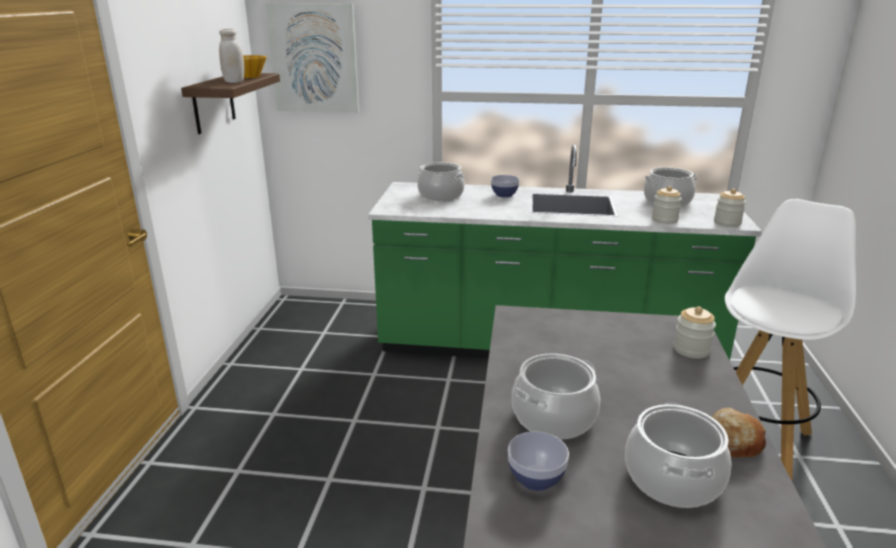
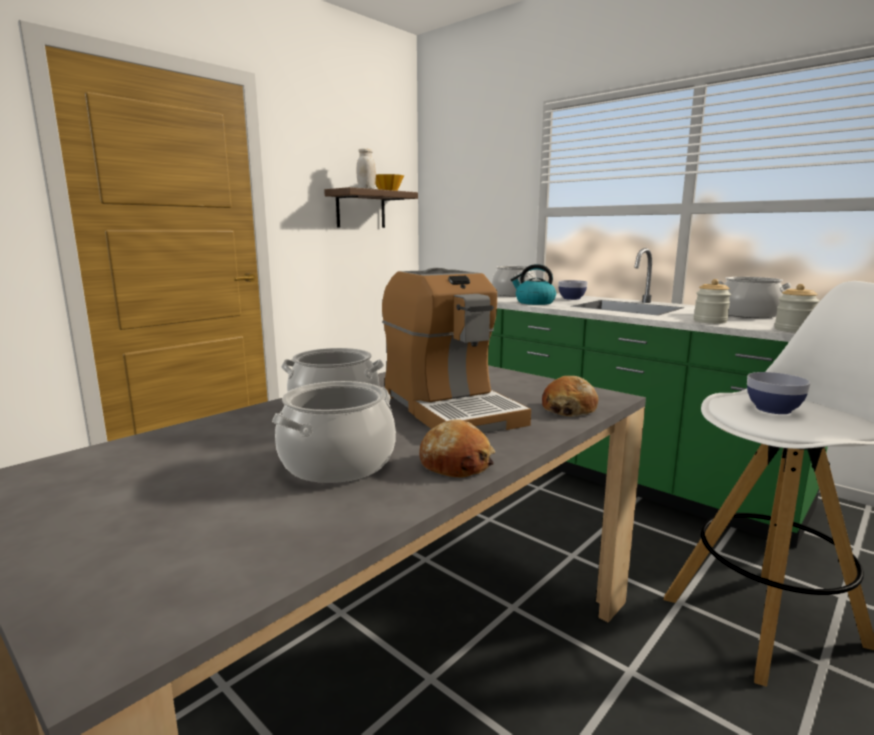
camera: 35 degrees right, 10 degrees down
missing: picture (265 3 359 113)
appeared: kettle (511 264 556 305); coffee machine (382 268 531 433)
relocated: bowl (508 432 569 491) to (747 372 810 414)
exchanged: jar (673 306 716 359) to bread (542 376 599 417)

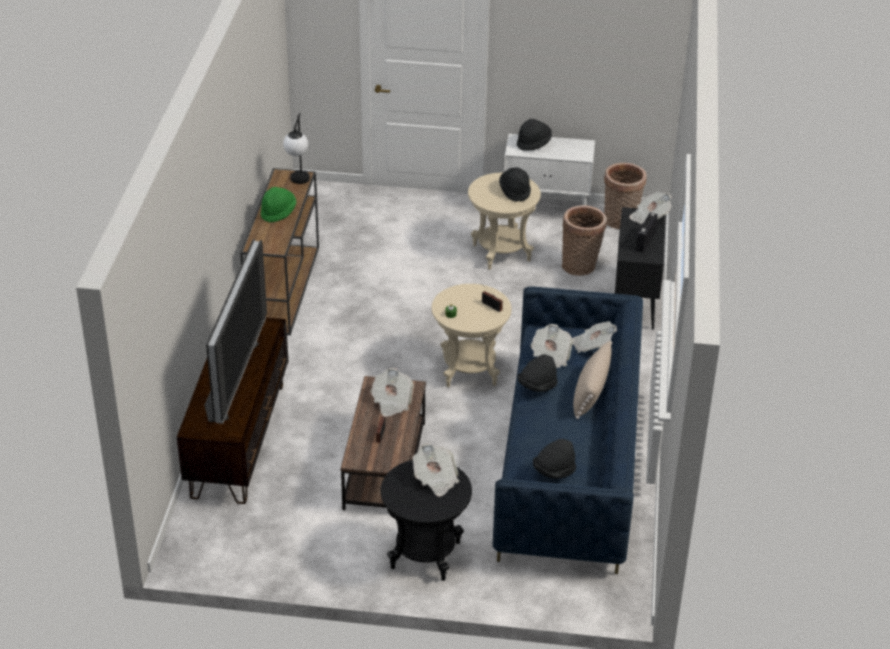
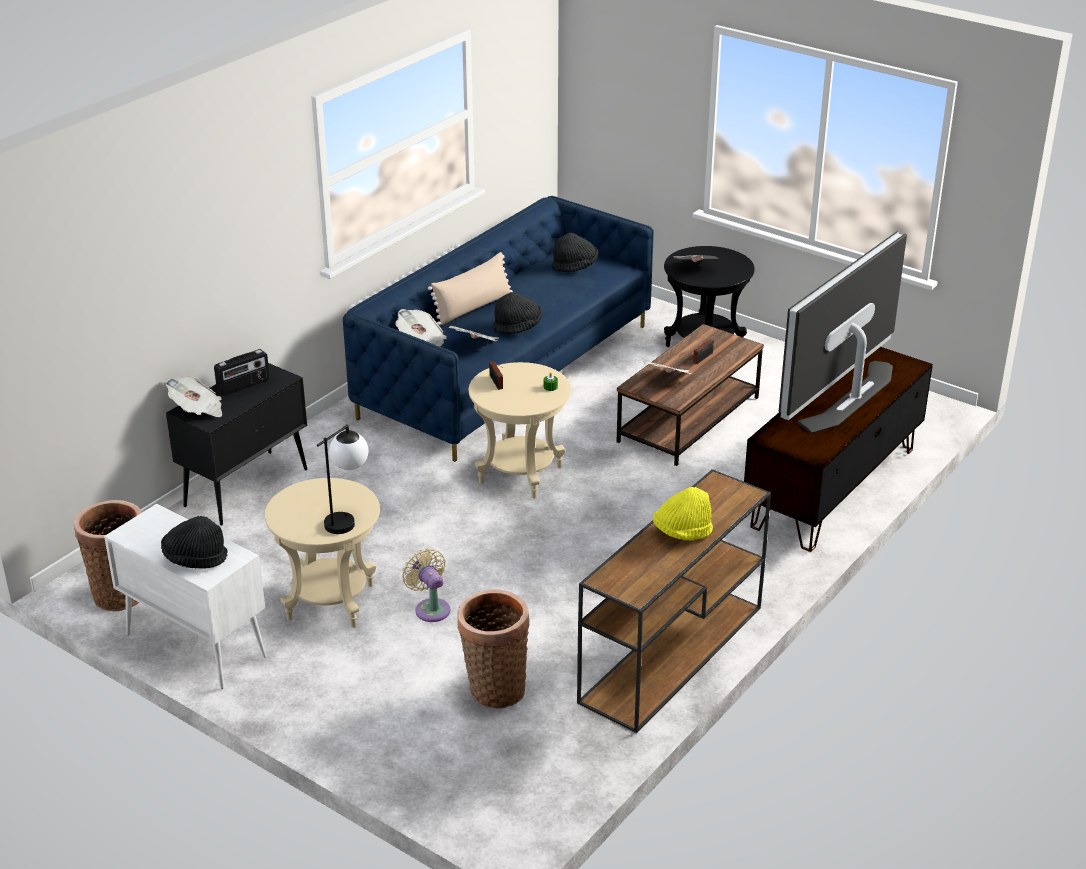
camera: 150 degrees left, 5 degrees down
missing: black hat (499 167 531 201)
appeared: beige fan (402 549 450 622)
relocated: table lamp (283 113 310 184) to (317 424 368 534); basket (562 205 607 276) to (457 589 529 708)
colour: green hat (261 187 296 223) to yellow hat (653 487 713 540)

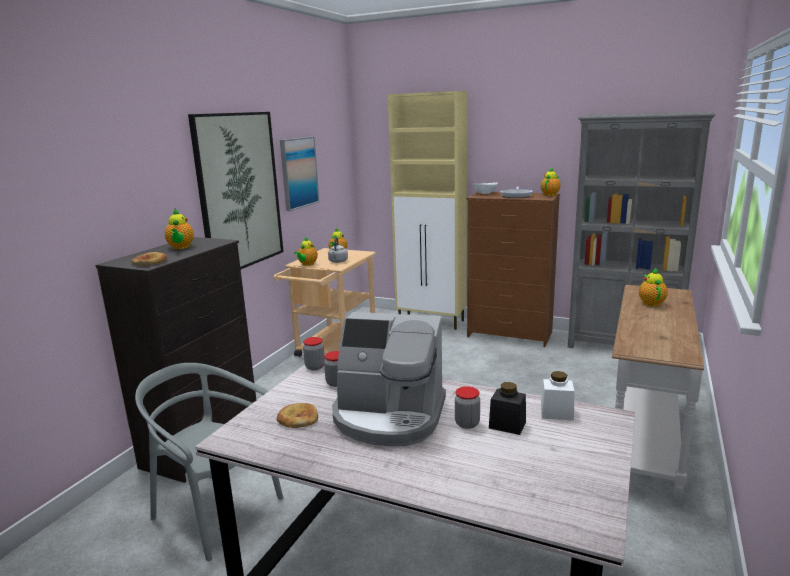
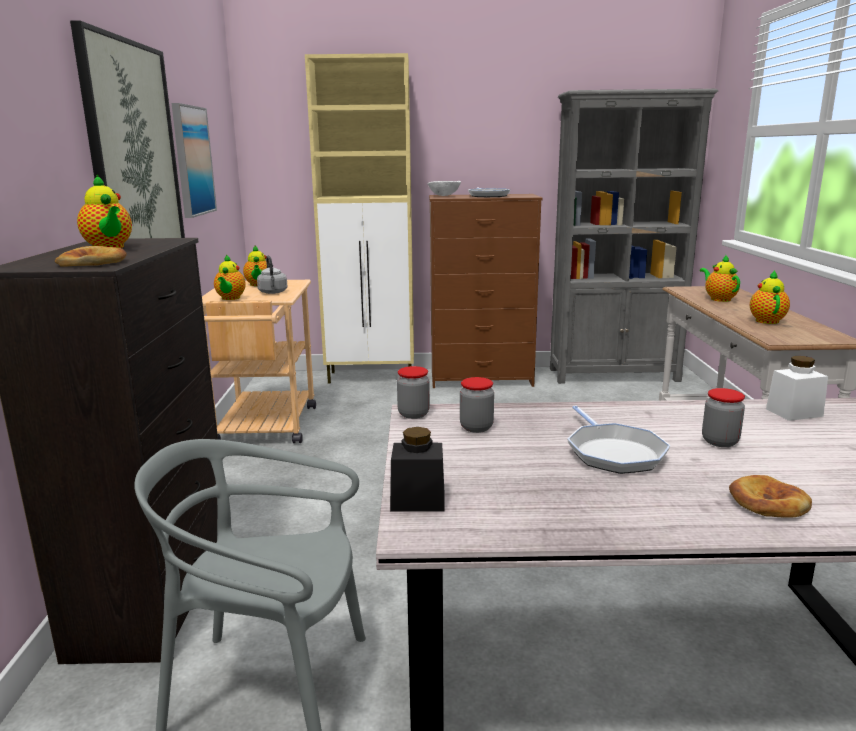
camera: 25 degrees left, 0 degrees up
relocated: teapot (540 167 561 196) to (750 270 790 324); black jar (489 382 526 435) to (390 427 444 512); bread (276 403 318 428) to (729 475 812 518)
exchanged: coffee machine (332 312 446 446) to frying pan (567 405 670 474)

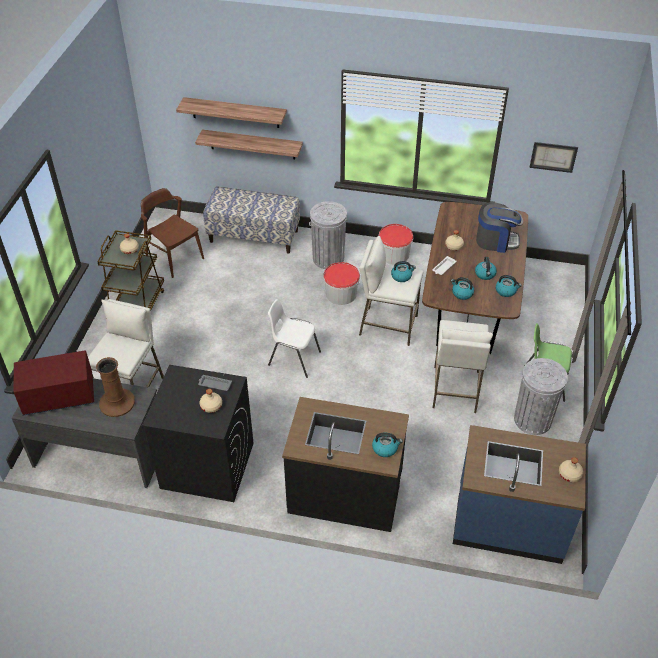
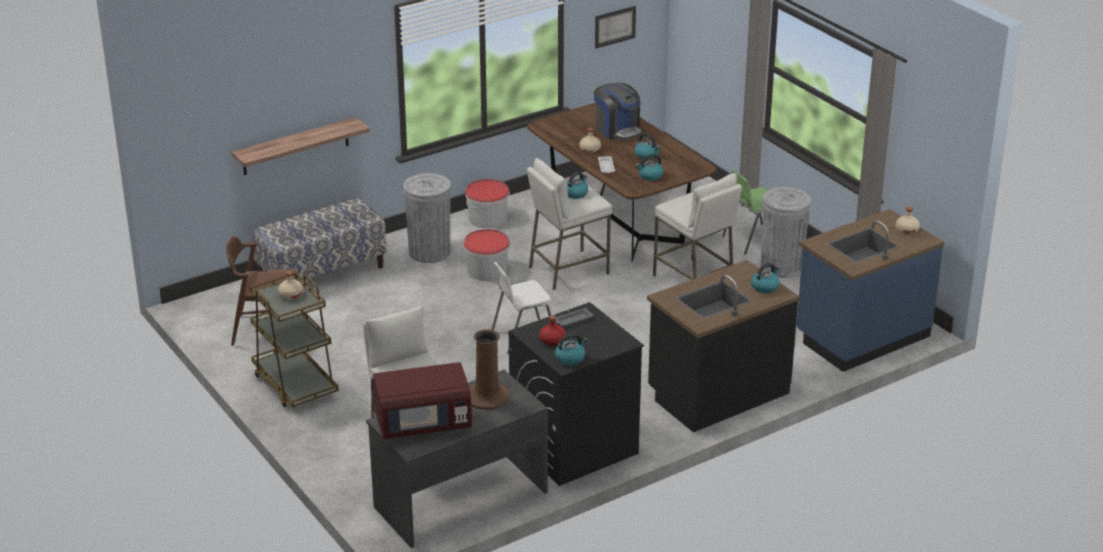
camera: 45 degrees left, 15 degrees down
missing: shelf (176 97 287 128); beige bottle (200 389 222 413)
appeared: red bottle (539 315 566 346)
relocated: kettle (495 275 522 297) to (555 333 588 365)
spun: coffee machine (476 202 523 253) = (594 83 643 141) 90 degrees clockwise; red microwave (13 350 94 416) = (373 362 472 439) 135 degrees counterclockwise

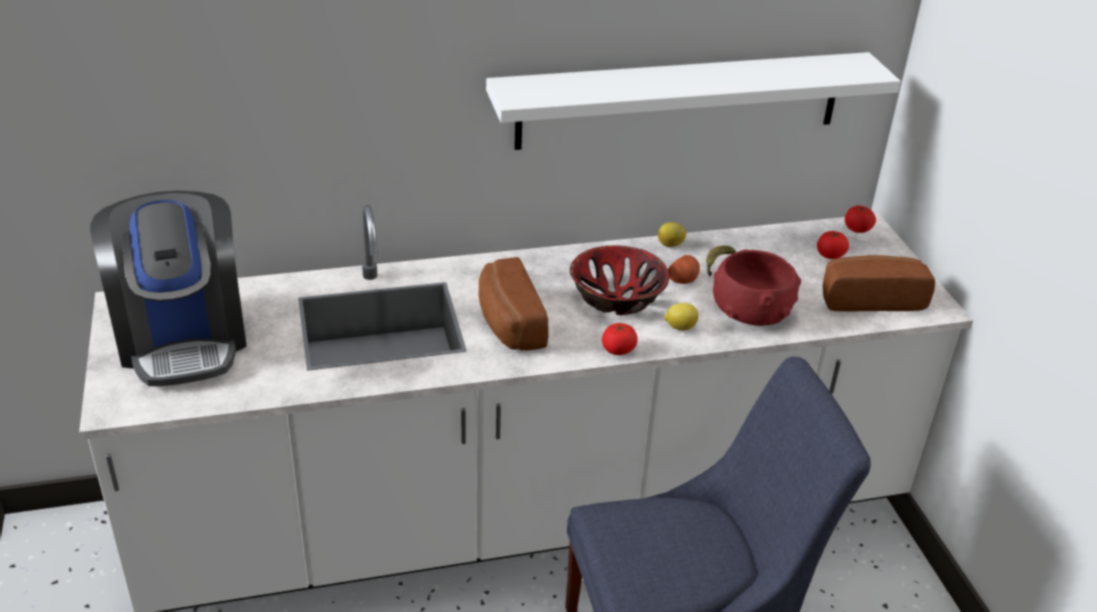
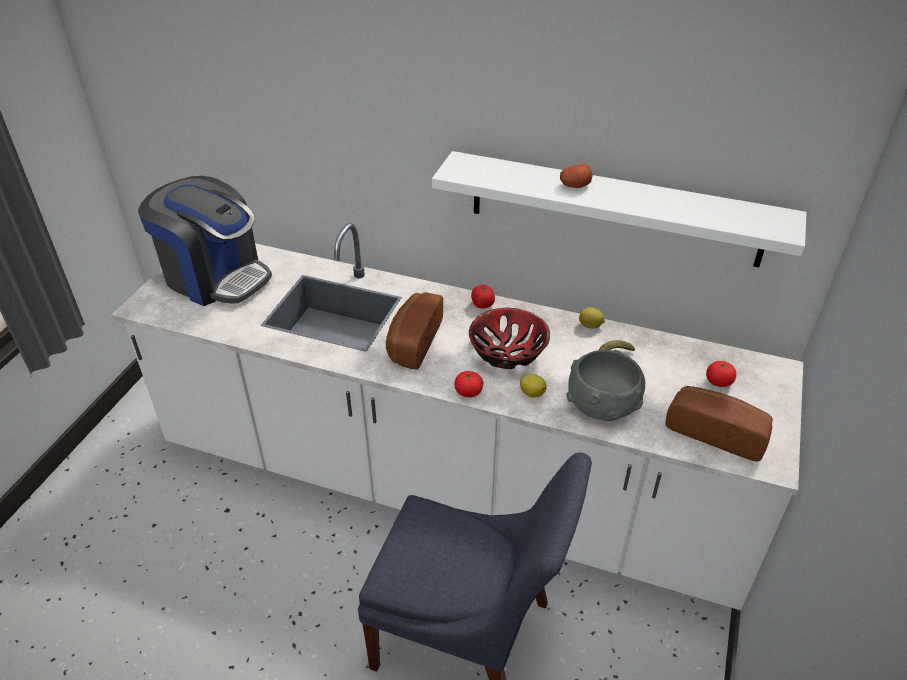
camera: 35 degrees right, 5 degrees up
relocated: tomato (845 205 876 233) to (471 284 495 308); potato (668 255 700 284) to (560 164 593 188)
colour: red bowl (713 249 801 326) to grey bowl (566 350 645 421)
spun: coffee machine (90 191 247 386) = (138 176 272 306) 75 degrees counterclockwise

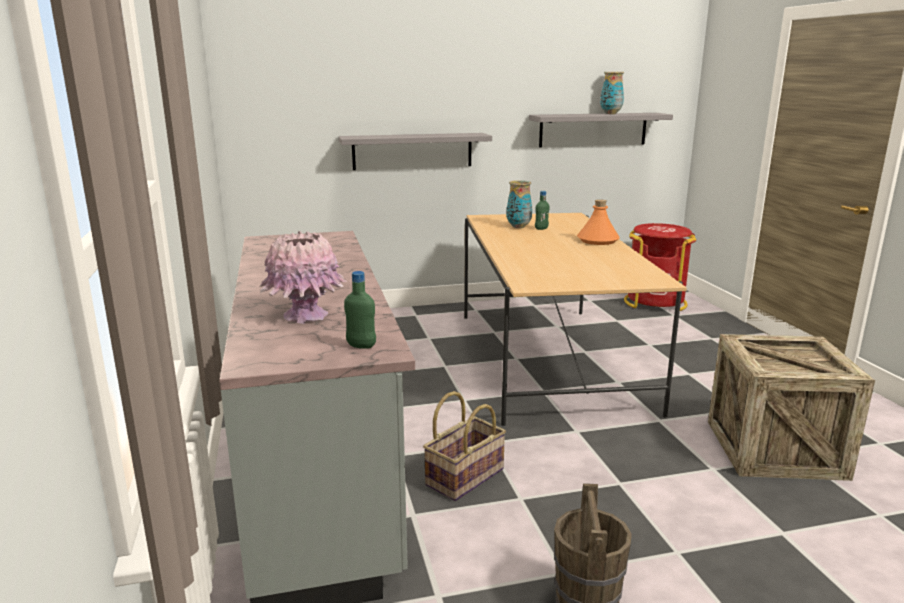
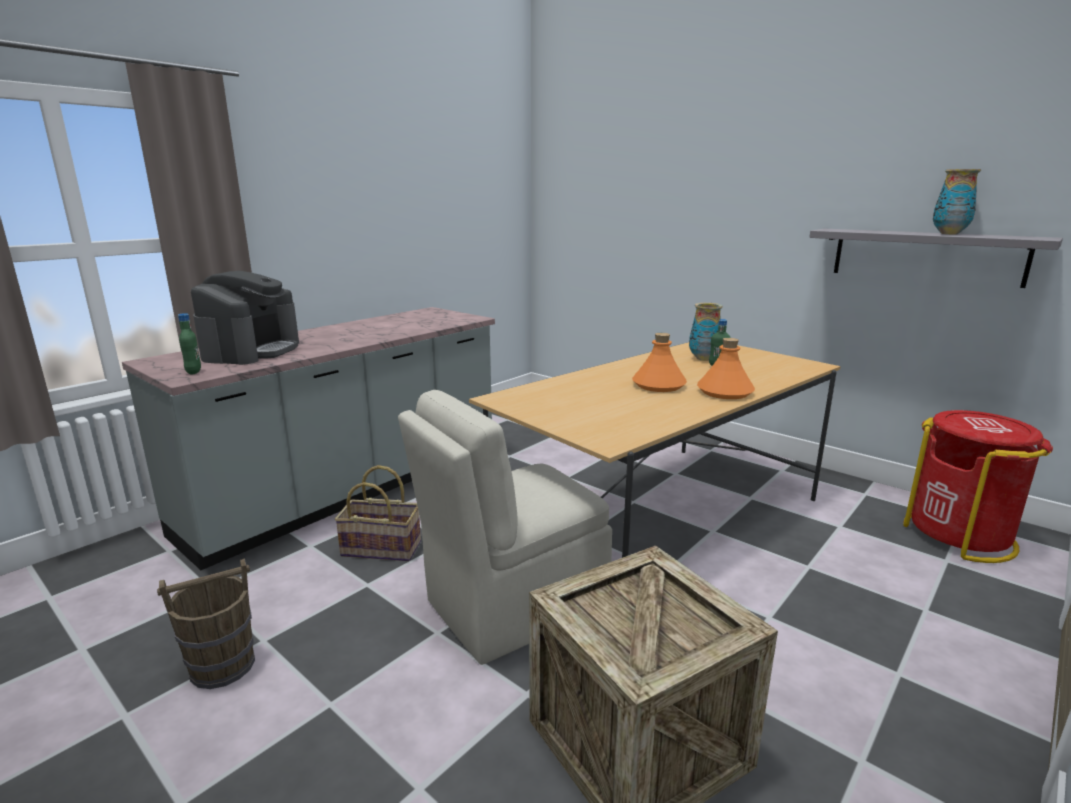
camera: 55 degrees right, 0 degrees up
missing: grey shelf (338 133 492 170)
appeared: orange bottle (632 333 687 392); beige chair (398 390 612 665)
exchanged: pink vase (260 231 347 324) to coffee machine (191 271 299 365)

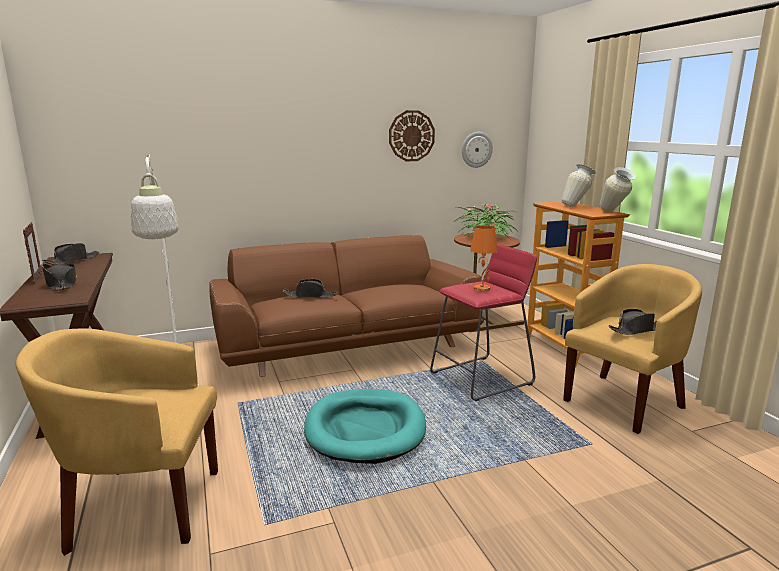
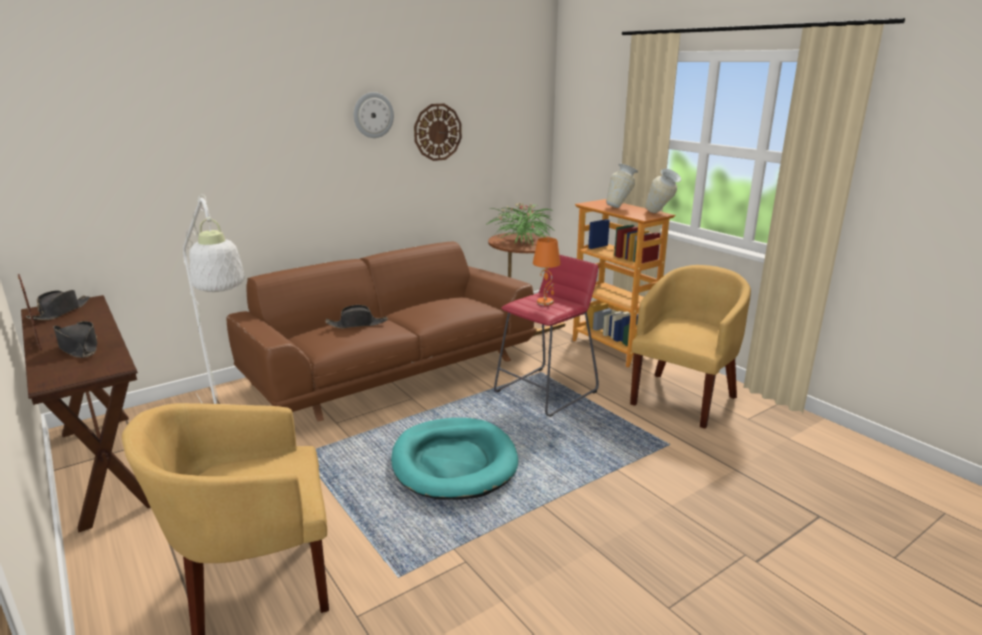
camera: 15 degrees left, 5 degrees up
missing: black hat (608 309 657 335)
relocated: wall clock (462 132 493 168) to (354 92 394 138)

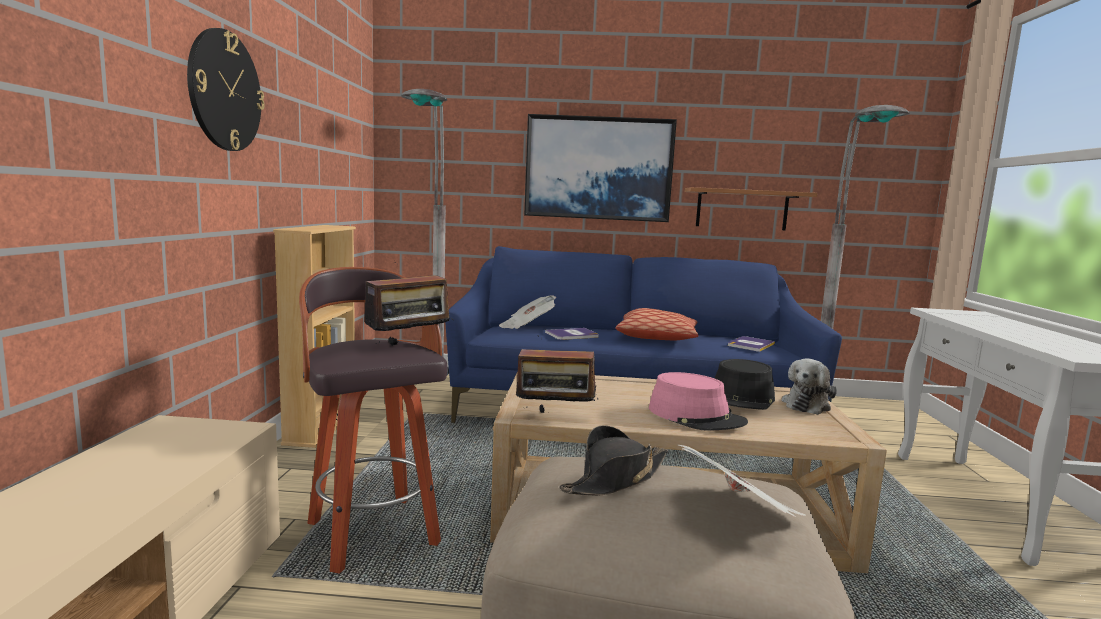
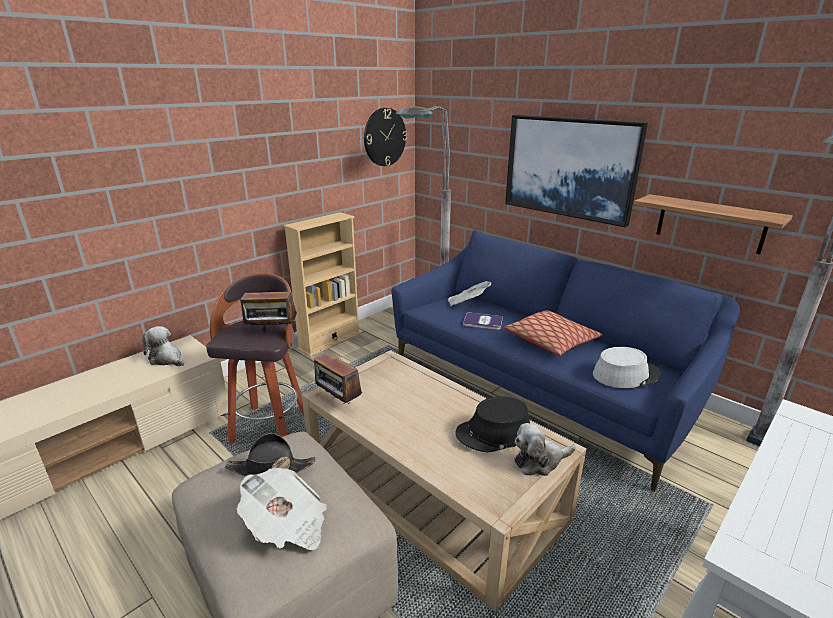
camera: 40 degrees right, 15 degrees up
missing: pink hat (649 372 748 431)
appeared: plush toy (142 326 184 366)
relocated: wall clock (187 28 265 151) to (364 108 407 166)
exchanged: book (728 336 775 352) to grey hat (593 347 660 388)

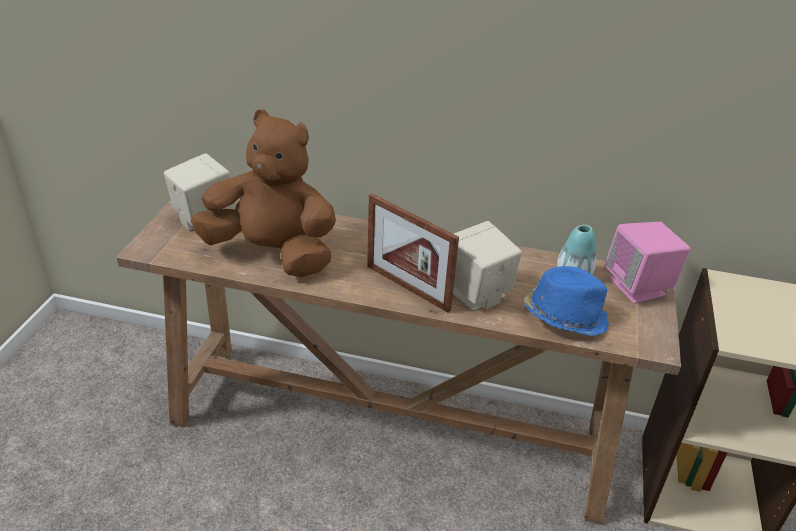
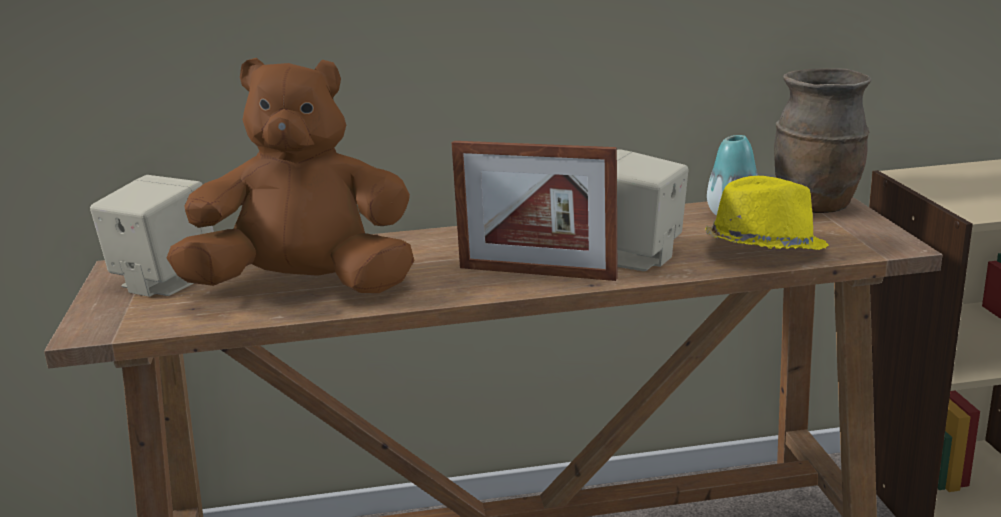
camera: 20 degrees left, 15 degrees down
exchanged: pink speaker (605 222 690 304) to brown vase (774 68 872 213)
colour: blue hat (524 266 609 336) to yellow hat (706 176 829 250)

